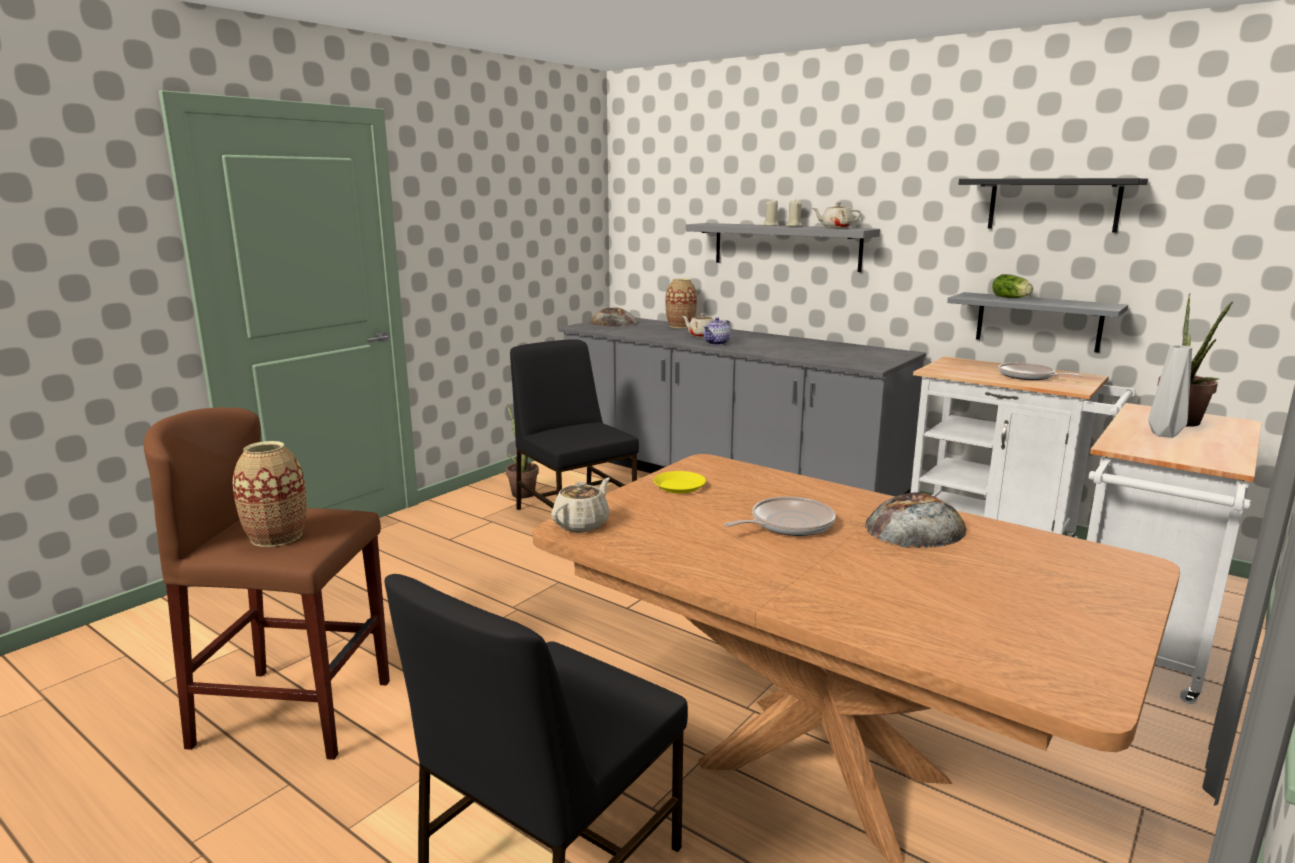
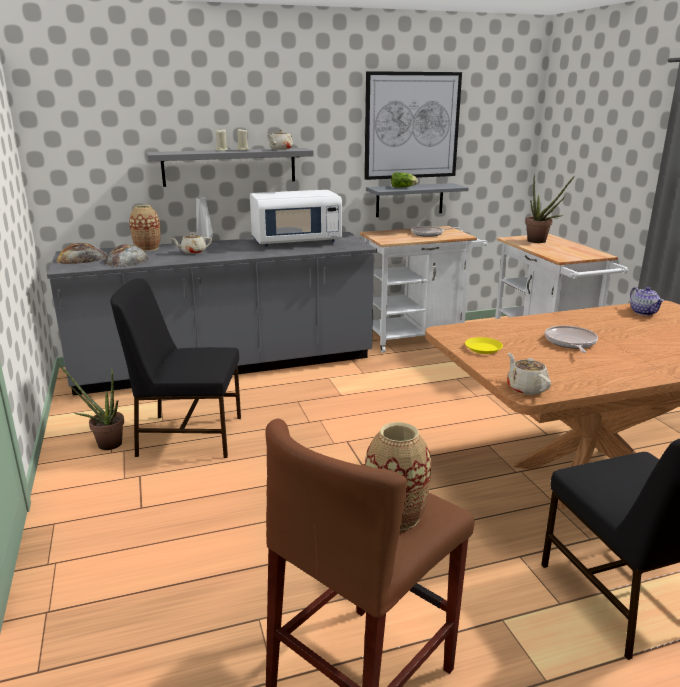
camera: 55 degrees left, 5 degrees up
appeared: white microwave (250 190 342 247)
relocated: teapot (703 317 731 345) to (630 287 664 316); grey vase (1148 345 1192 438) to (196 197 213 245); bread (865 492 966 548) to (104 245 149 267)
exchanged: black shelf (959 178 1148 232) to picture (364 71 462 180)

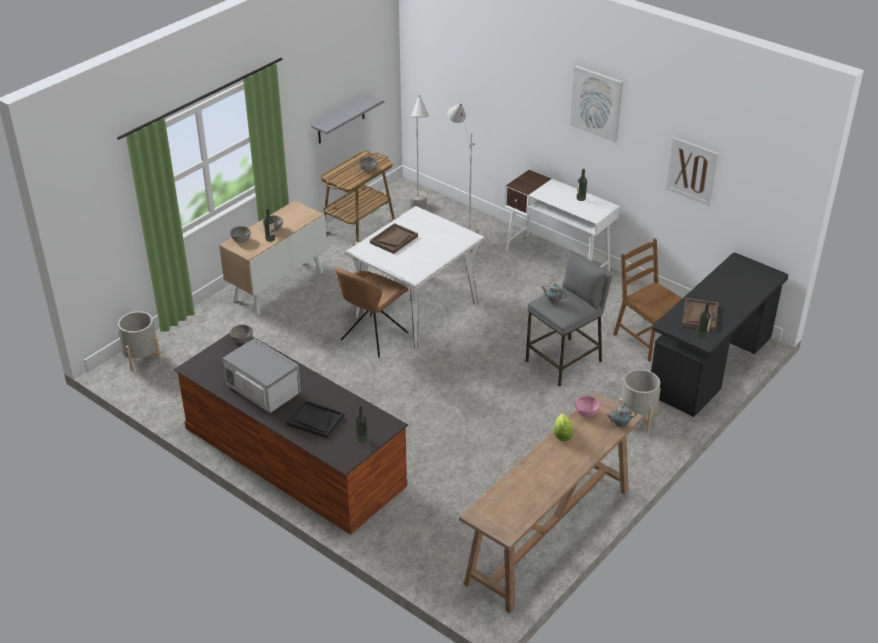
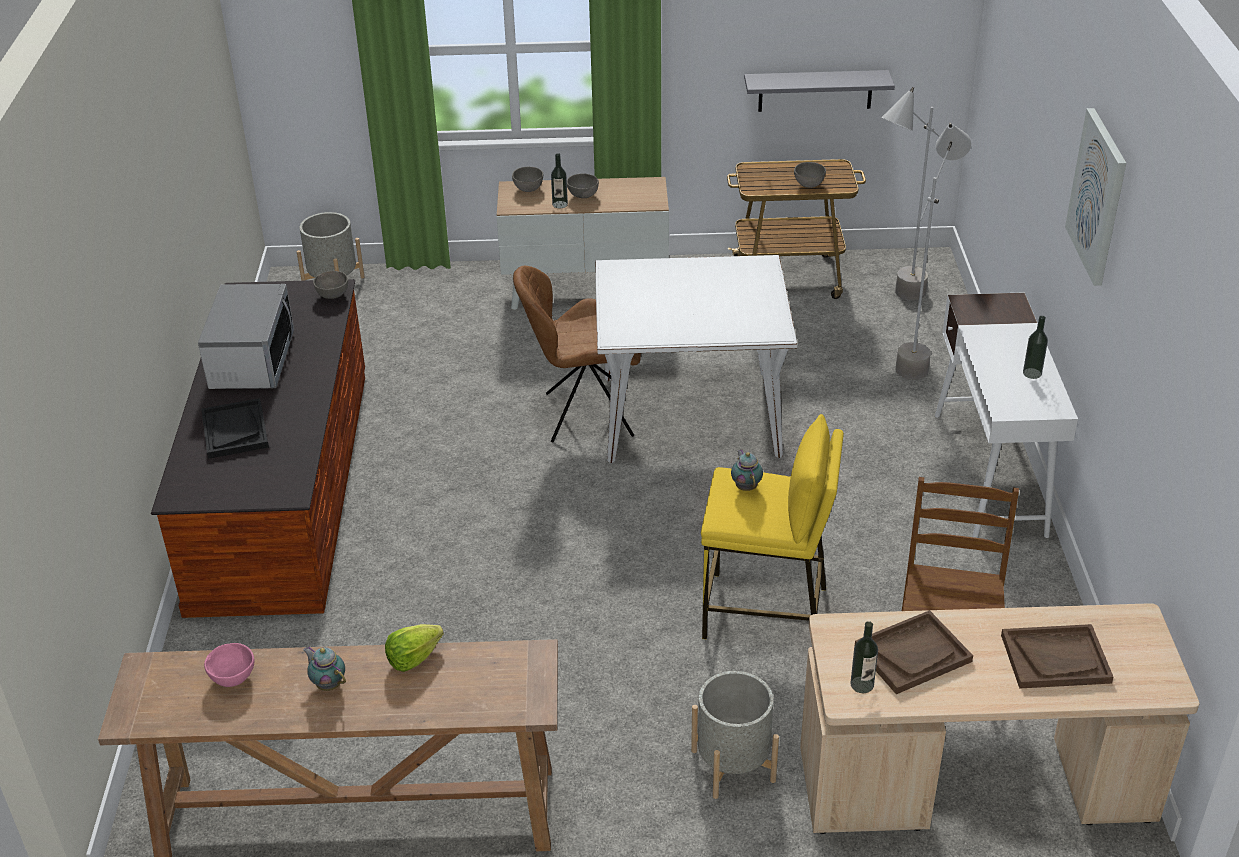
camera: 50 degrees right, 0 degrees up
missing: picture (666 137 718 206); bottle (355 406 368 443)
relocated: brown tray (370 223 418 254) to (1001 624 1114 689); pink bowl (575 396 600 417) to (204 643 255 687); teapot (606 405 637 428) to (303 646 346 691)
colour: grey stool (526 250 612 387) to yellow stool (701 414 844 639); black desk (651 253 788 417) to beige desk (800 603 1200 834)

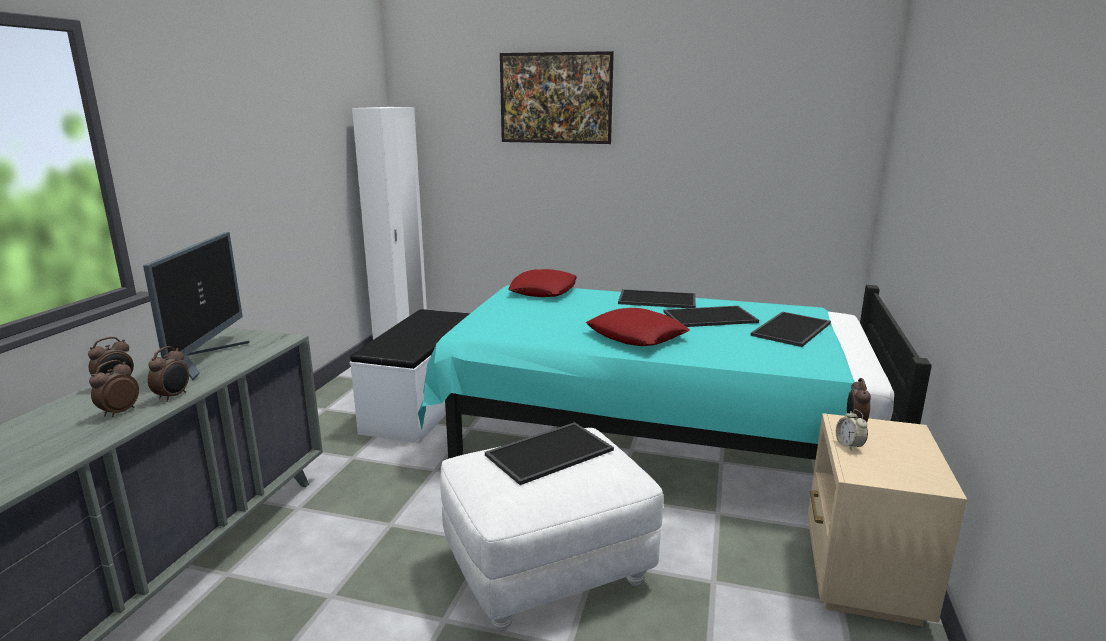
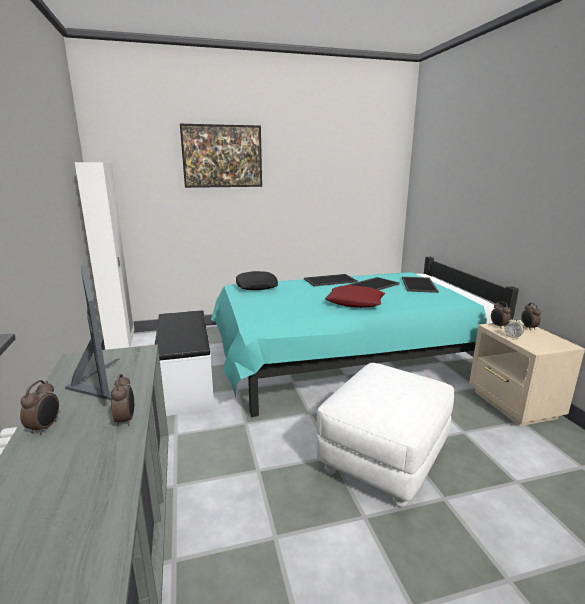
camera: 30 degrees left, 0 degrees up
missing: tray (485 422 614 485)
relocated: alarm clock (89 360 139 417) to (521 303 541 330)
colour: red pillow (509 269 576 297) to black pillow (236 271 278 290)

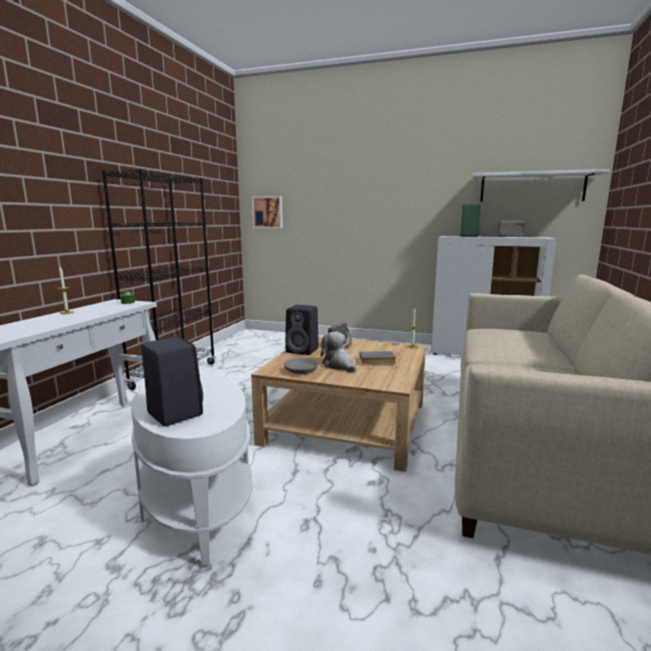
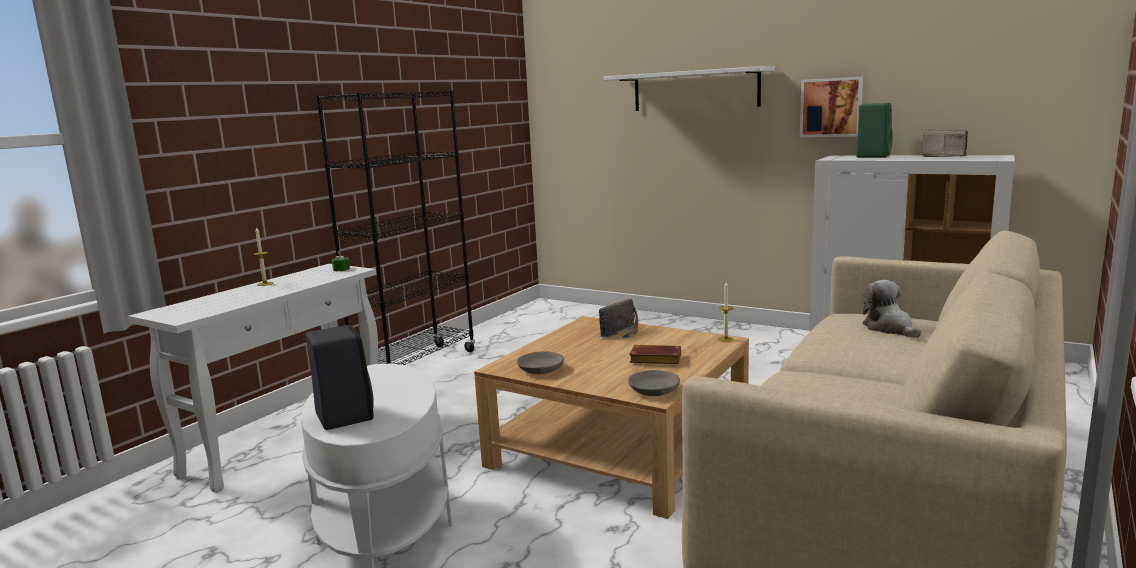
camera: 15 degrees right, 0 degrees up
missing: black speaker (285 305 319 355)
appeared: grey bowl (628 370 680 396)
relocated: white shelf (472 169 610 202) to (603 66 775 111); picture (252 196 283 228) to (800 77 863 137); plush toy (321 332 356 373) to (862 280 921 338)
colour: grey book (359 351 396 364) to brown book (629 345 681 364)

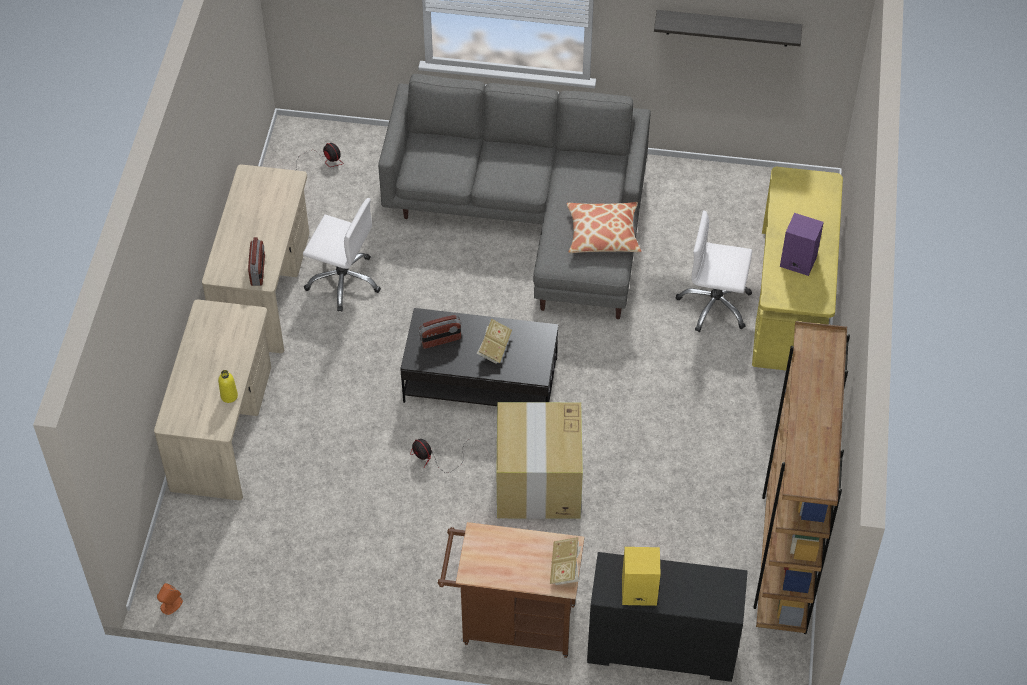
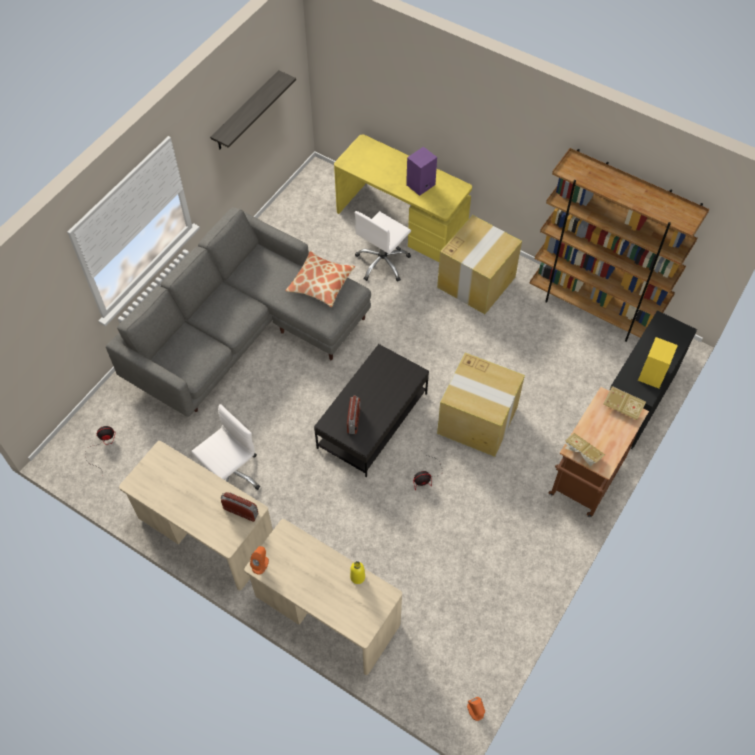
camera: 65 degrees left, 5 degrees up
appeared: cardboard box (437 215 522 314); orange speaker (250 546 269 575)
relocated: book (477 318 512 364) to (565 433 605 467)

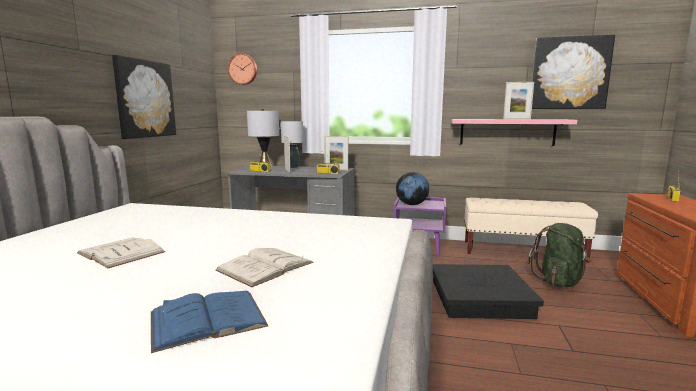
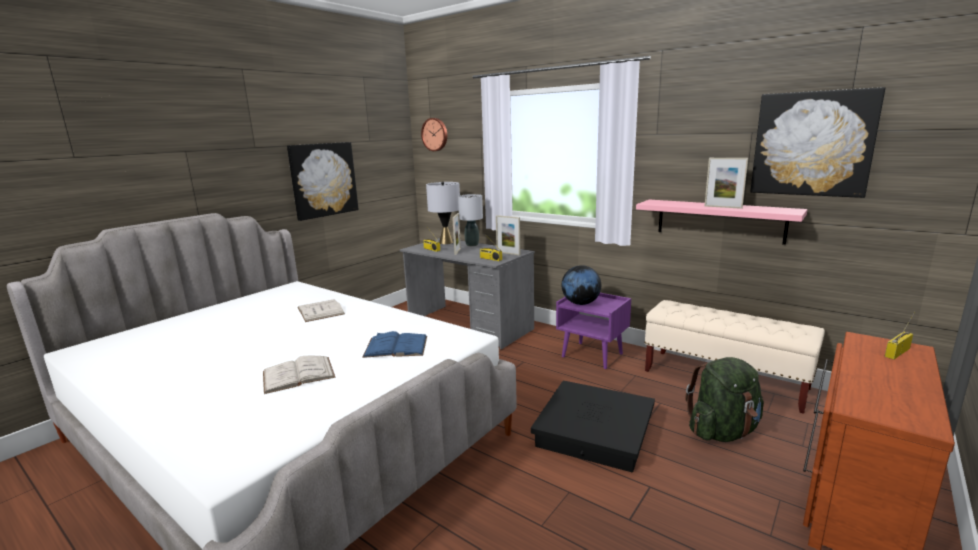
camera: 25 degrees right, 5 degrees up
relocated: white book (77 238 166 269) to (297 299 345 322); blue book (151 291 268 353) to (362 331 427 358)

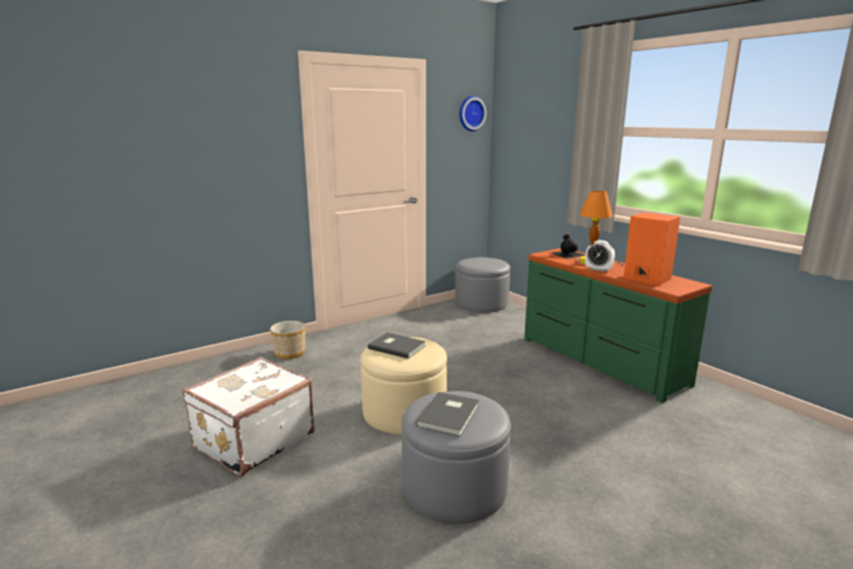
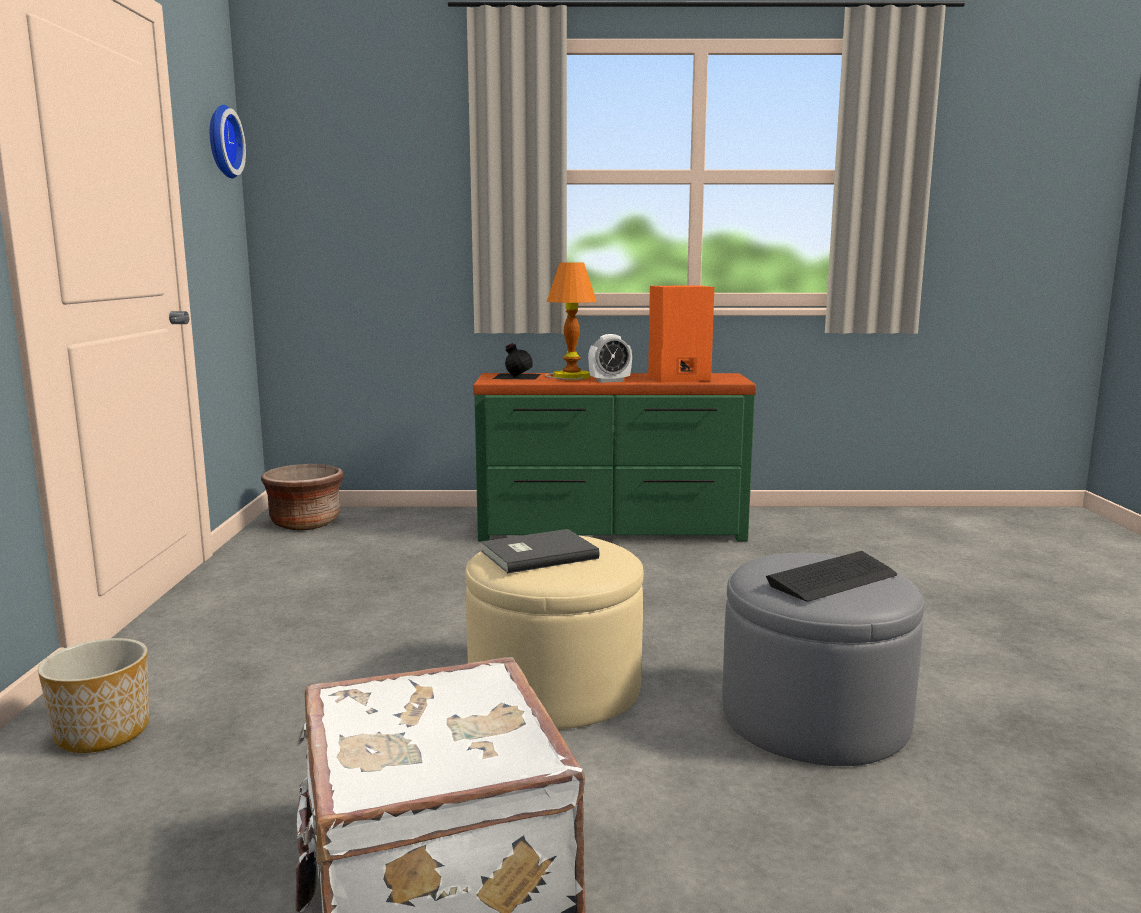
camera: 55 degrees left, 5 degrees down
exchanged: grey ottoman (455 257 510 313) to brown planter (261 464 344 530); grey book (416 392 479 436) to keyboard (766 551 897 602)

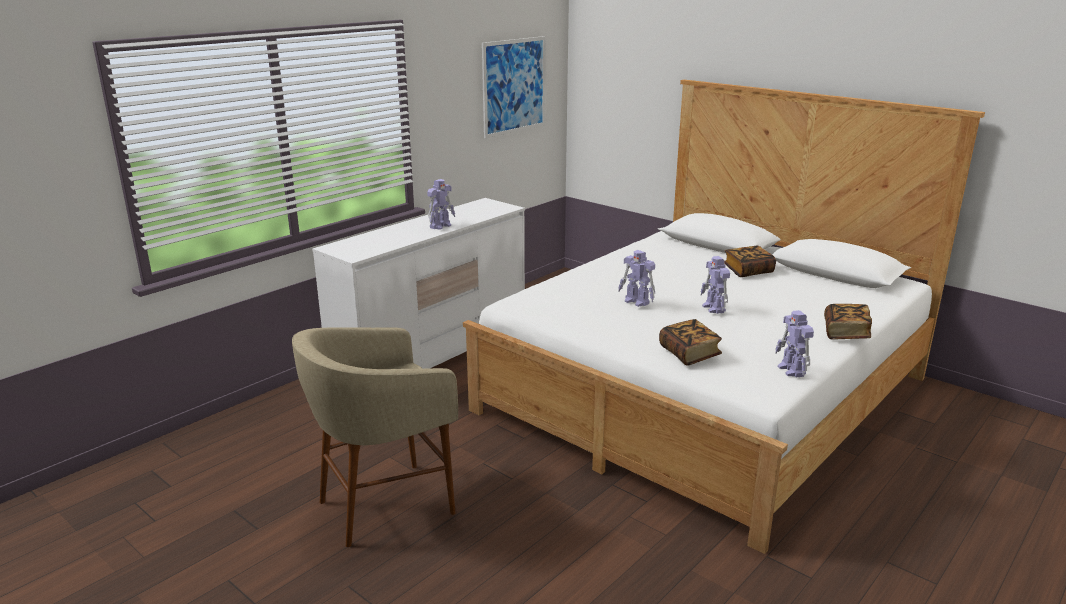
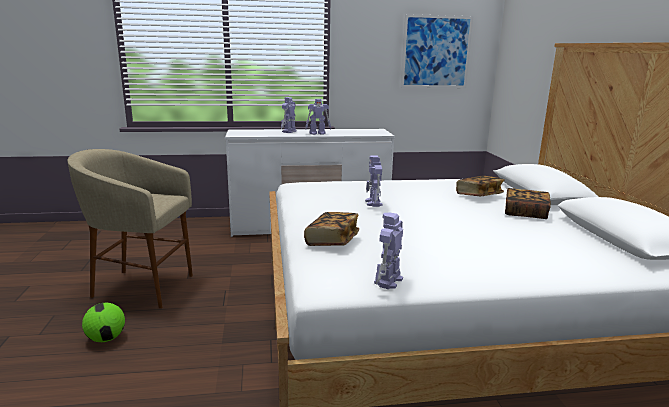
camera: 40 degrees right, 5 degrees down
appeared: football (82 303 125 342)
relocated: toy robot (701 256 730 314) to (281 97 297 133); book (824 304 872 340) to (456 176 504 196)

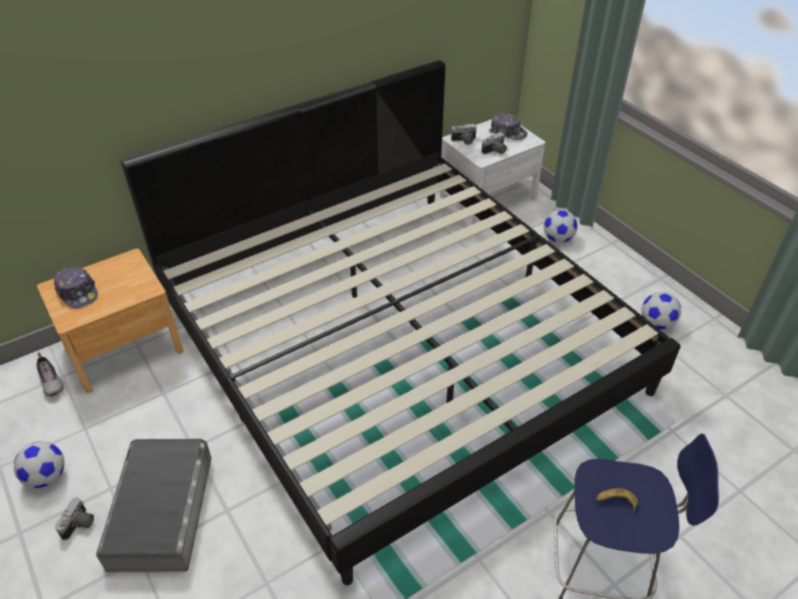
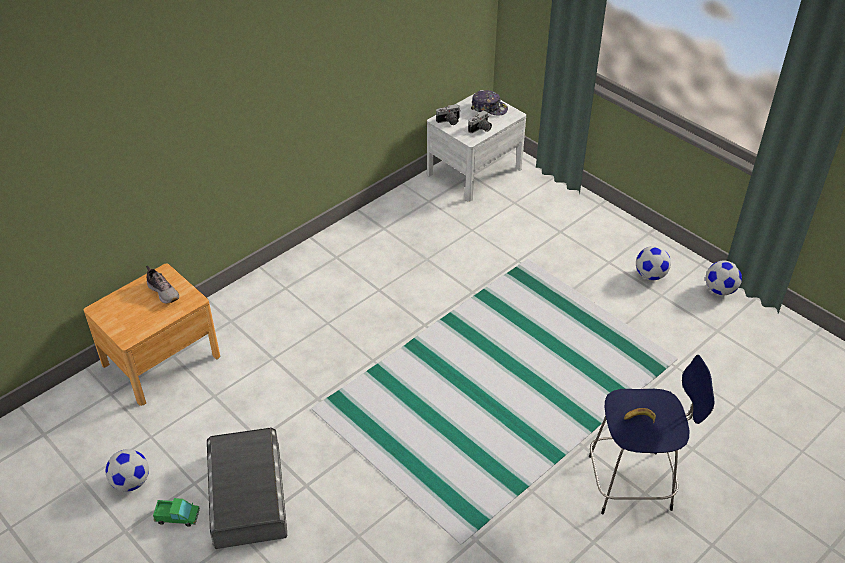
camera: 10 degrees left, 0 degrees up
missing: bed (120 60 681 585); cap (54 266 98 308)
relocated: football (544 209 577 243) to (706 260 742 295); shoe (36 352 64 397) to (146 266 179 304)
exchanged: photo camera (55 498 94 540) to toy truck (153 498 200 527)

